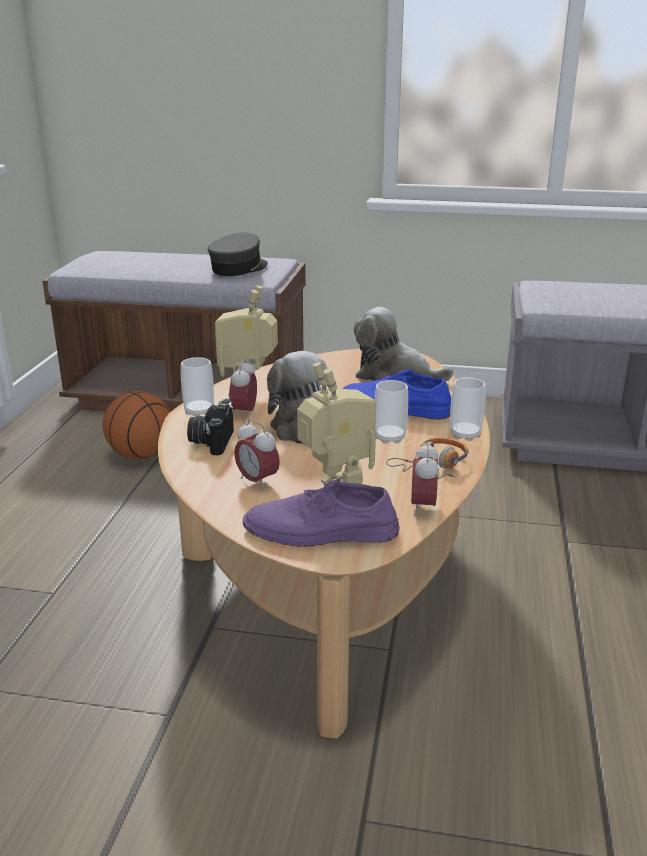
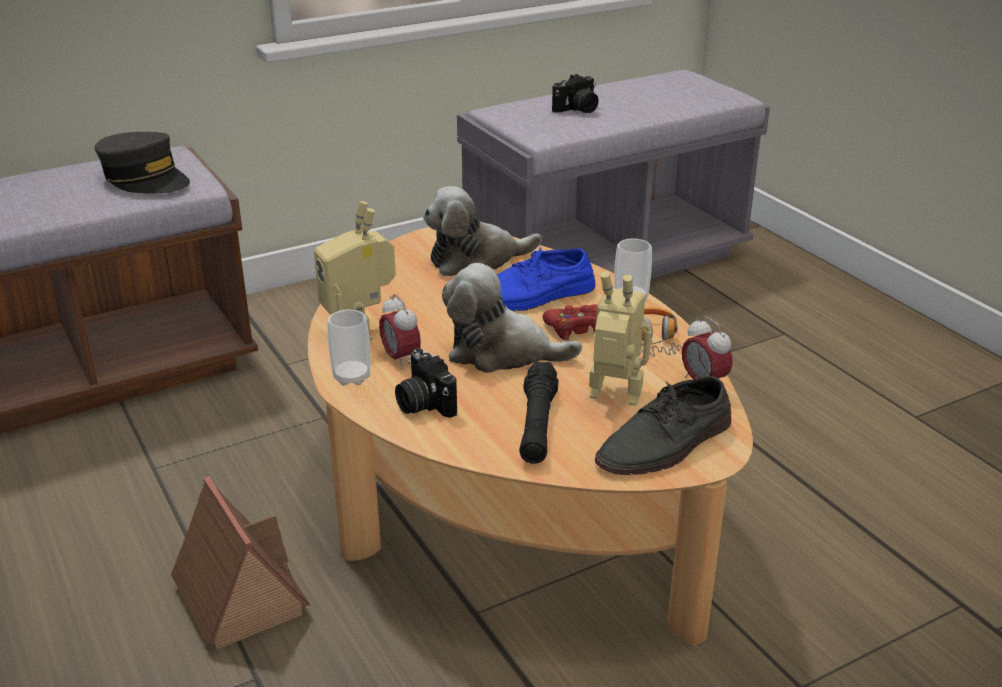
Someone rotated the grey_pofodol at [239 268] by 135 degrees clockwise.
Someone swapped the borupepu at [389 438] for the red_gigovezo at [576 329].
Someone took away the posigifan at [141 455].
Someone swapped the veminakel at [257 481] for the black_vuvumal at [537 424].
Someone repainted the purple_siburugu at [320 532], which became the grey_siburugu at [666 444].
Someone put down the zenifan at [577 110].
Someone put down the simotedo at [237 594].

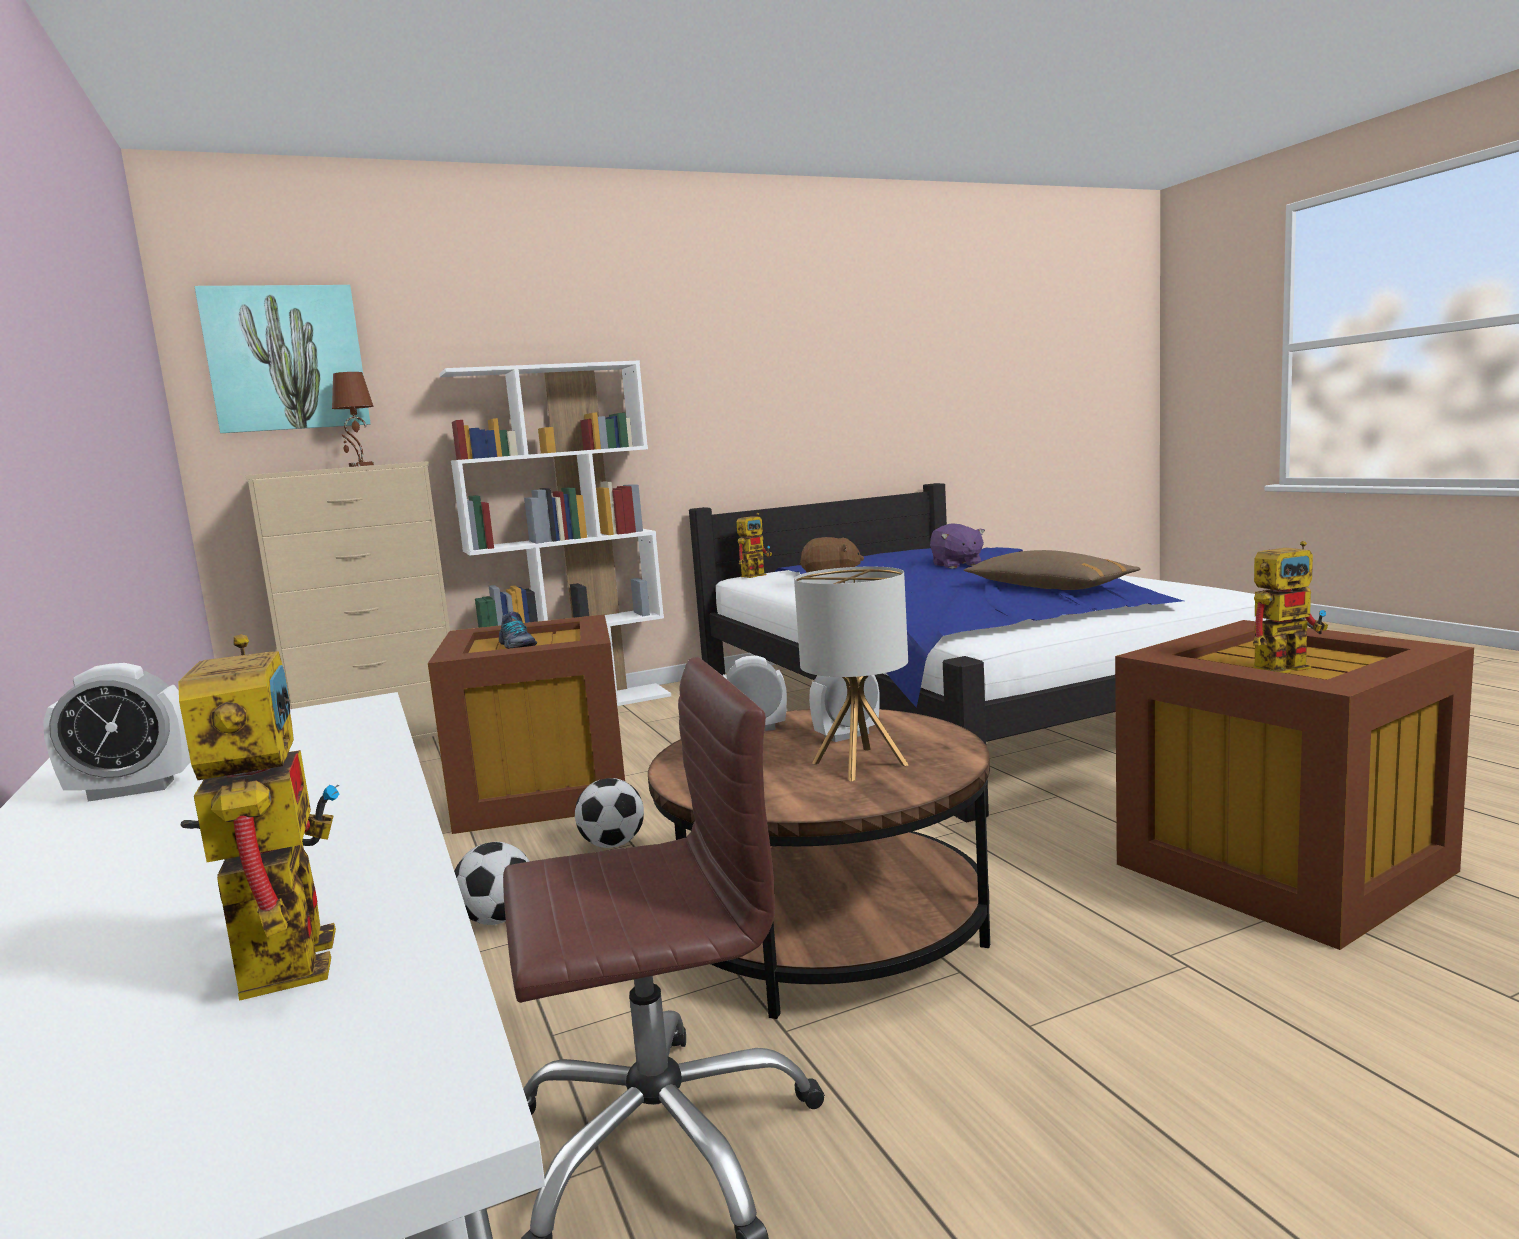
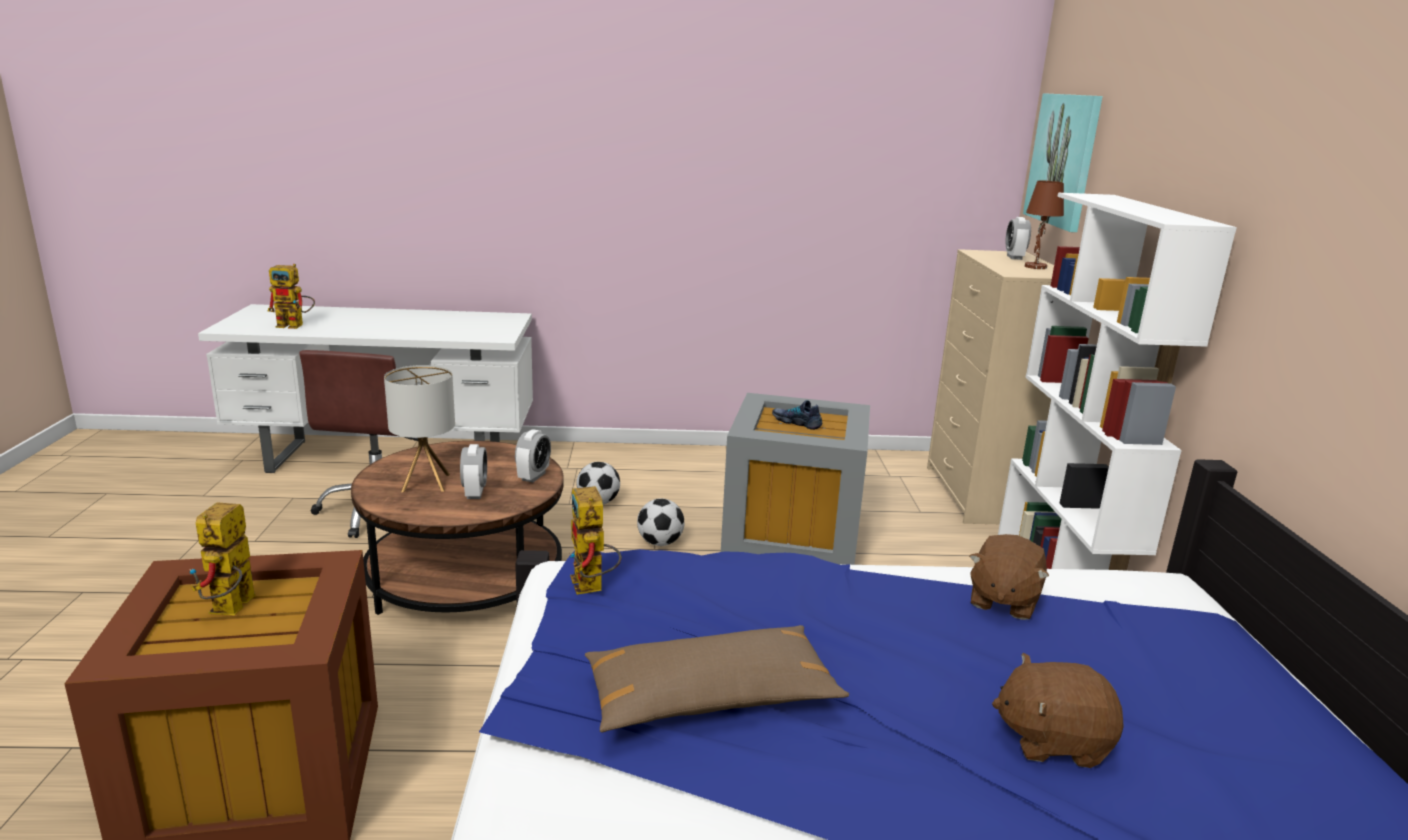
Someone carried the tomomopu from [756 575] to [592 588].
Someone repainted the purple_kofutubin at [956 565], which became the brown_kofutubin at [1052 740].
Someone rotated the siburugu at [517 646] by 45 degrees clockwise.
Someone repainted the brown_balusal at [546 790], which became the grey_balusal at [794 537].
Someone carried the veminakel from [132 790] to [1014 257].

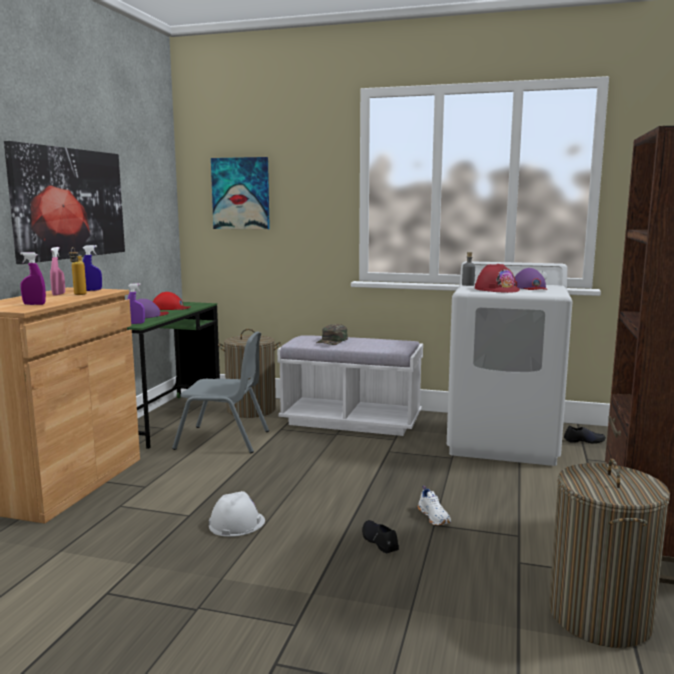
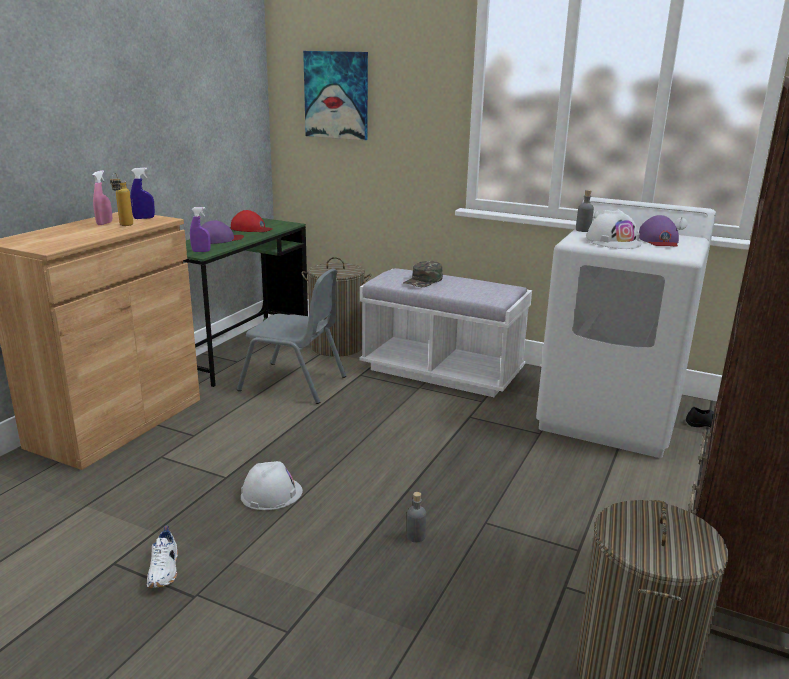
Someone took away the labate at [69 203].
Someone took away the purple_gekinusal at [34 304].
Someone repainted the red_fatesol at [496 289], which became the white_fatesol at [613 242].
Someone carried the white_siburugu from [434 517] to [165 570].
Someone swapped the black_siburugu at [379 541] for the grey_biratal at [415 536].

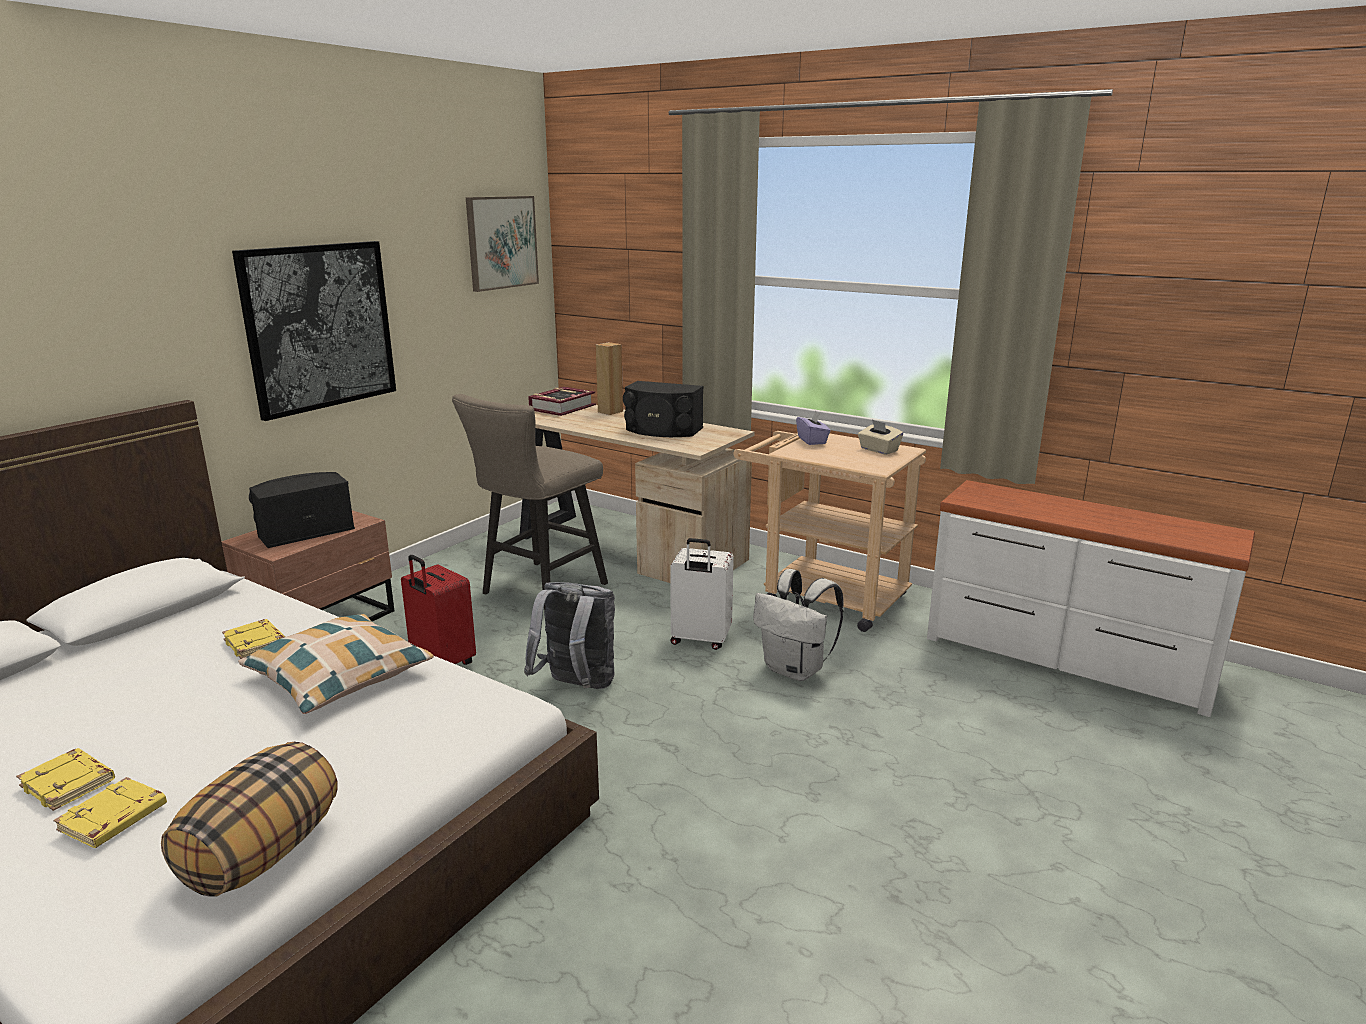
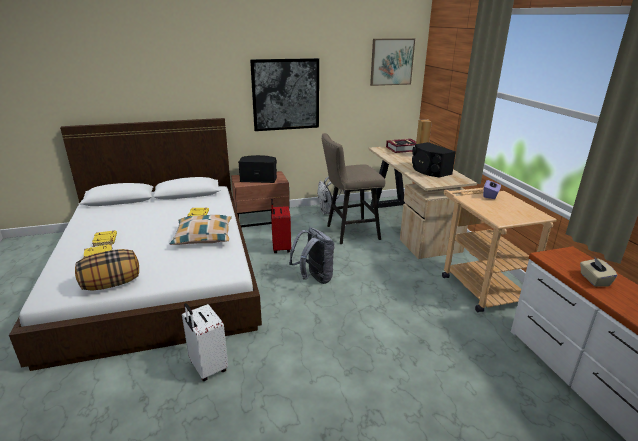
Someone carried the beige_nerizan from [878 450] to [594 280].
Someone carried the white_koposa from [700 640] to [207 367].
Someone carried the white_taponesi from [796 670] to [328 212].

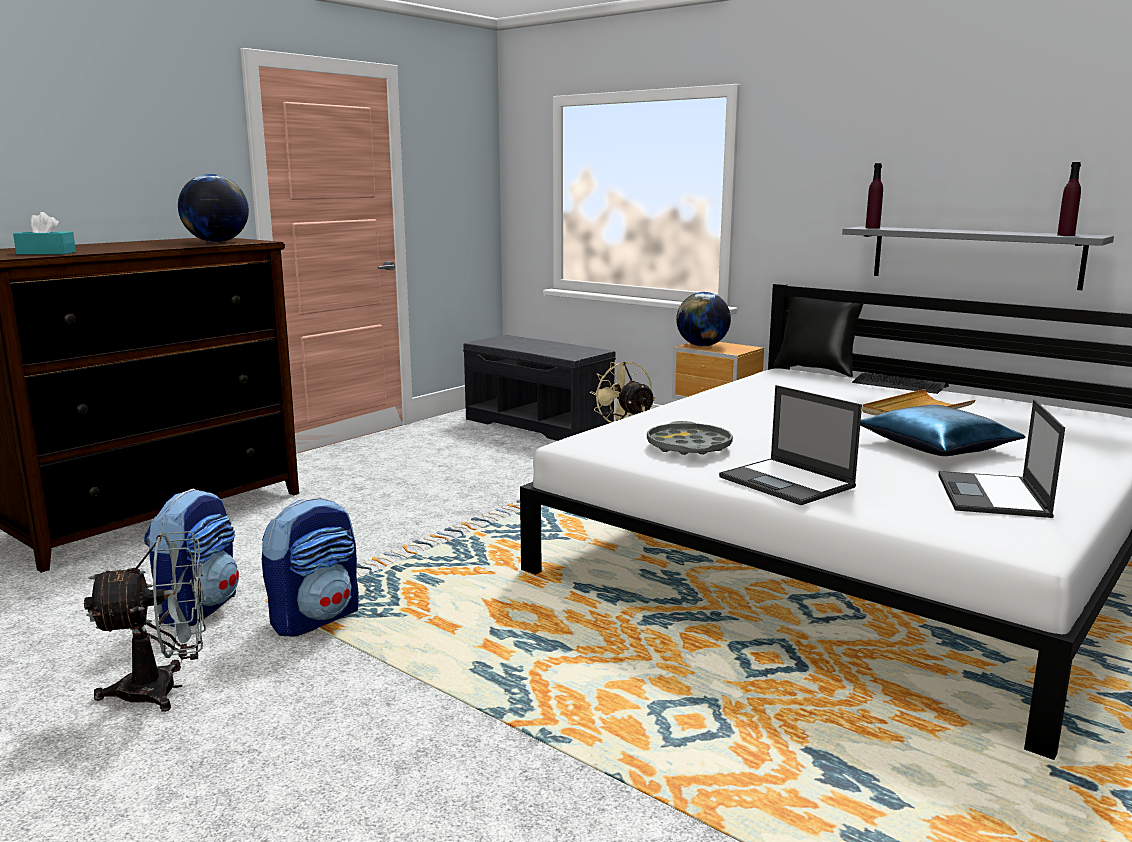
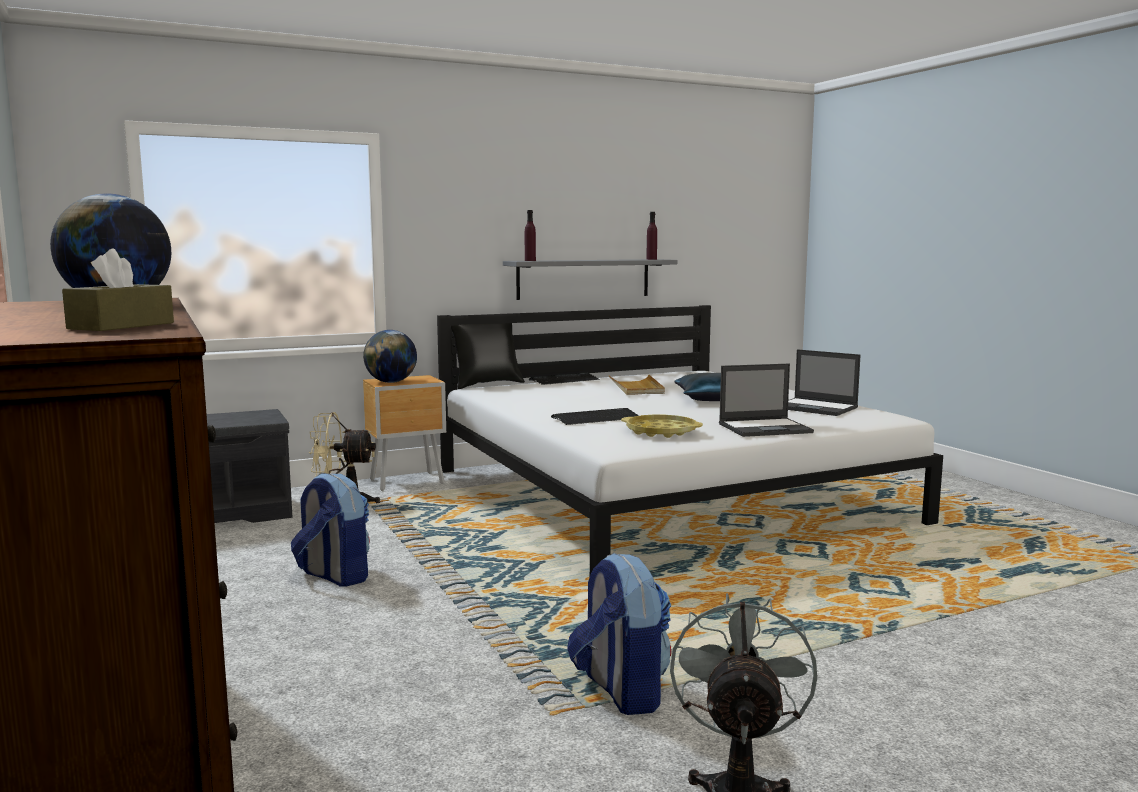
Someone repainted the turquoise_nerizan at [46 253], which became the brown_nerizan at [122 326].
Someone repainted the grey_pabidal at [688 446], which became the yellow_pabidal at [661 432].
Someone carried the taponesi from [199 608] to [334 576].
Someone put down the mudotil at [596 418].

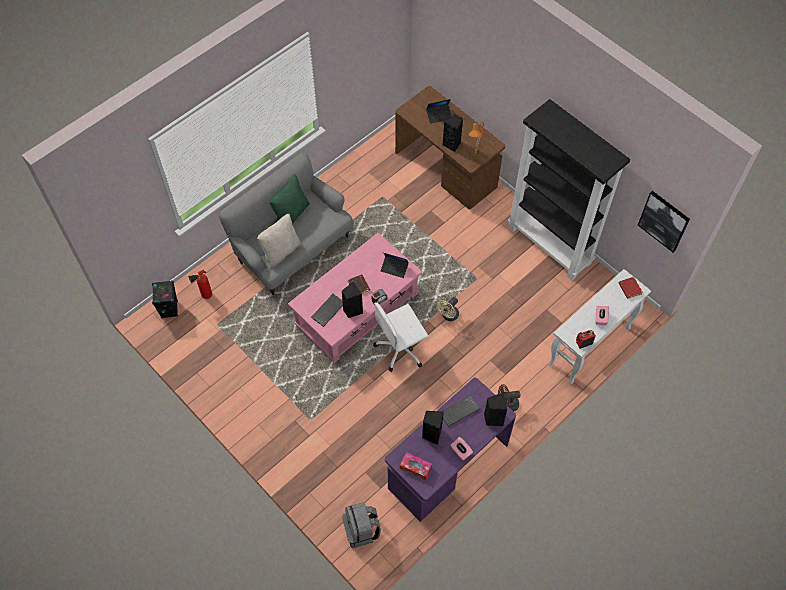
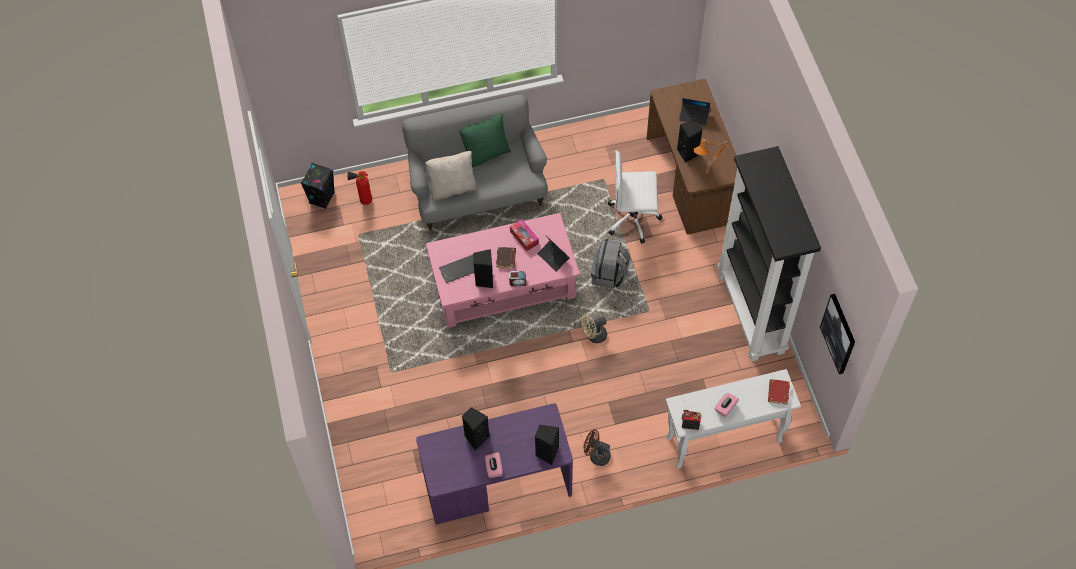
Someone carried the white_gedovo from [401 349] to [633 218].
Someone took away the mudotil at [459 412].
Someone carried the nerizan from [415 467] to [524 237].
Someone carried the grey_taponesi from [362 530] to [609 275].

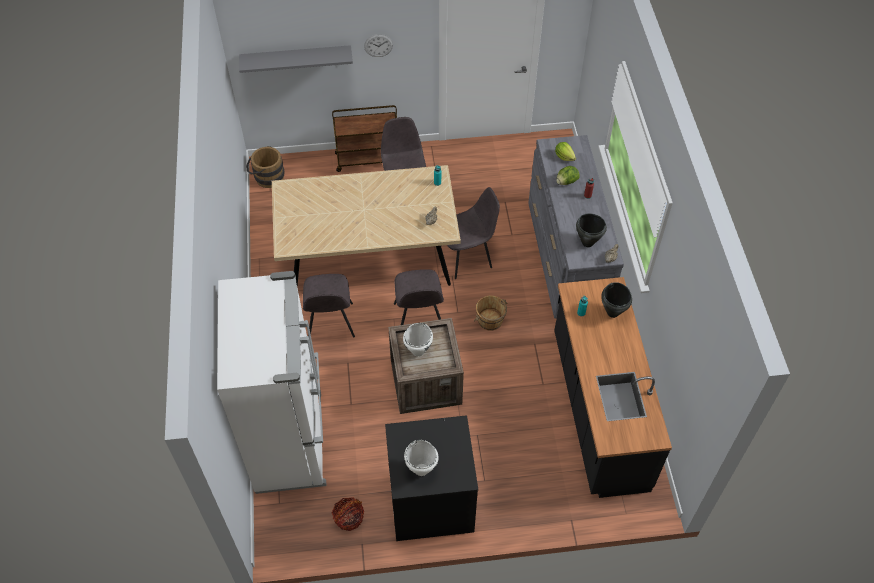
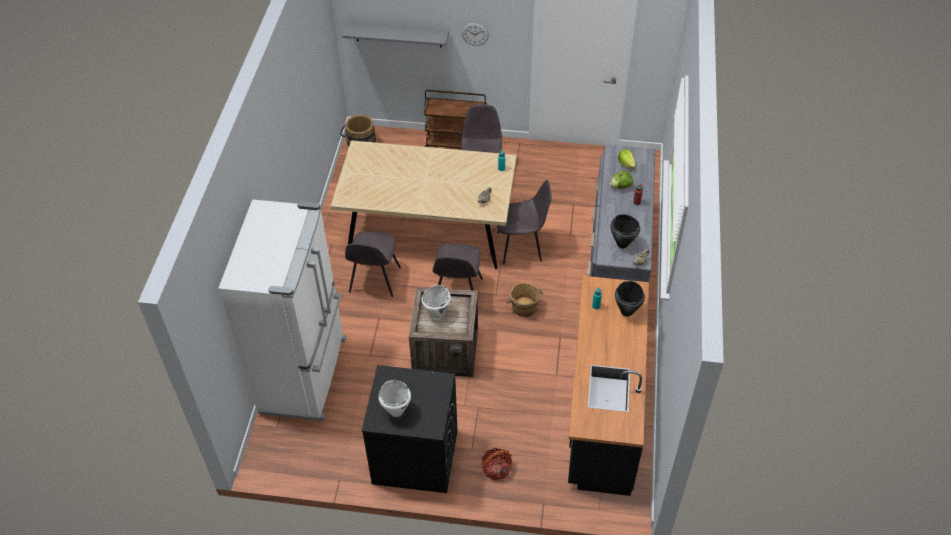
Someone carried the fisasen from [349 518] to [496 468].

